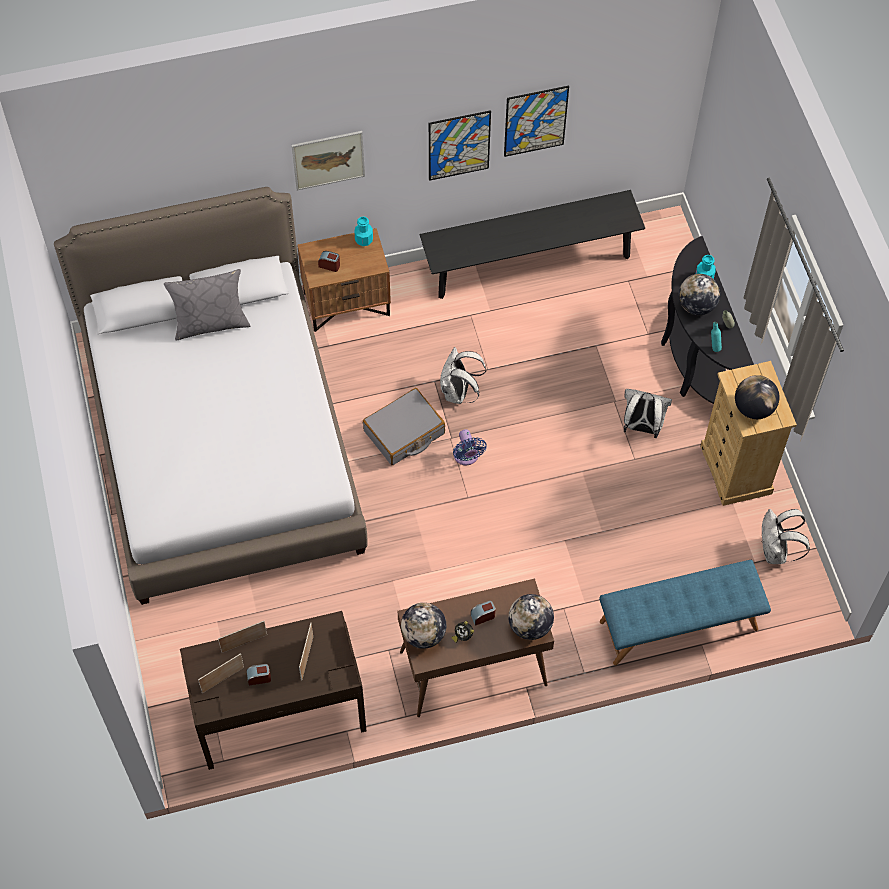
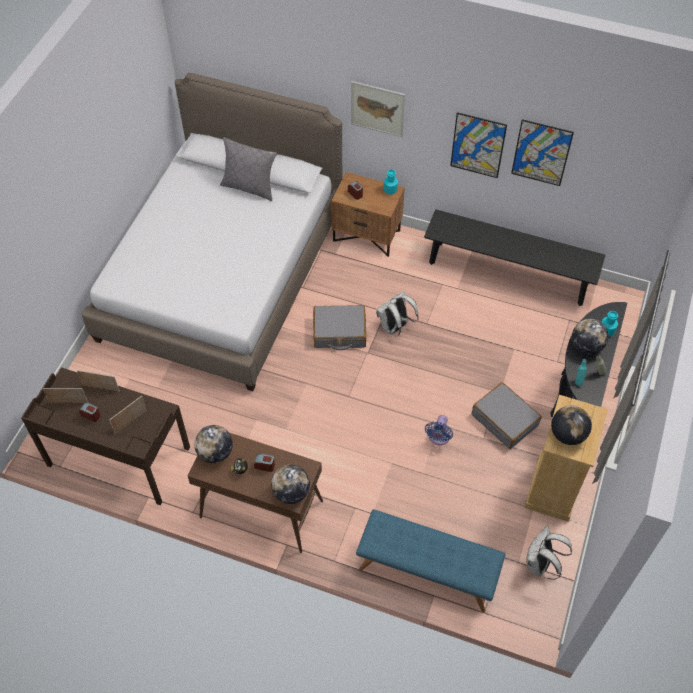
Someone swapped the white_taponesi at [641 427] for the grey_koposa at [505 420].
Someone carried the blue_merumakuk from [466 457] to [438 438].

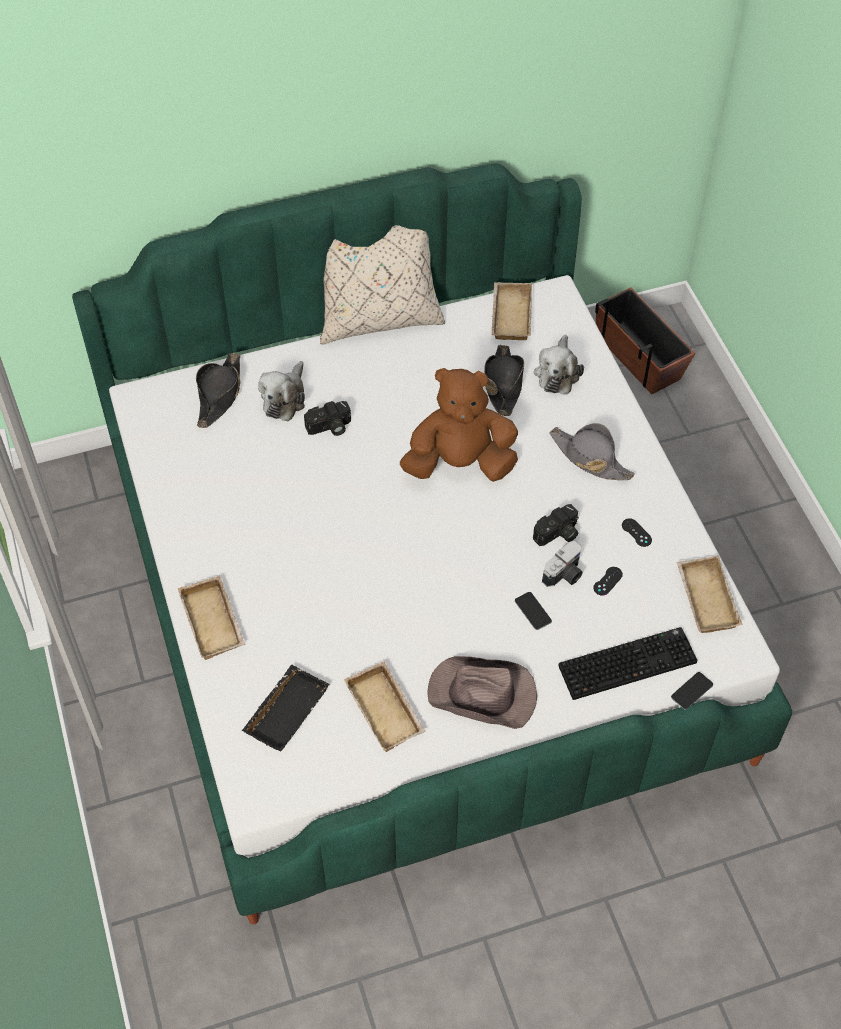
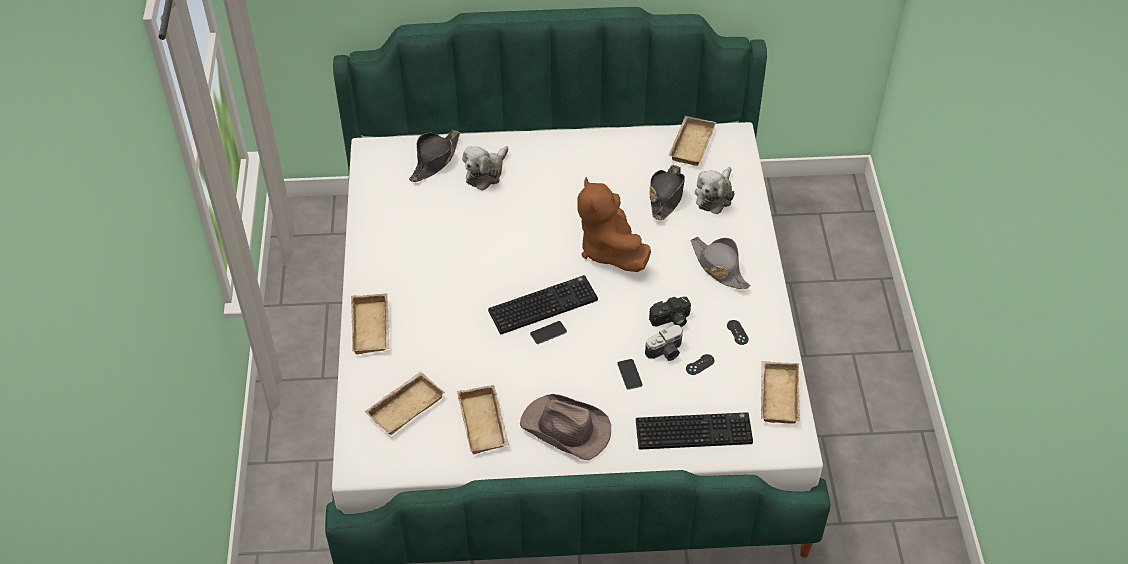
Someone took away the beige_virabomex at [378 319].
Someone took away the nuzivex at [638 356].
Someone rotated the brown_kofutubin at [460 463] by 120 degrees counterclockwise.
Someone took away the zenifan at [329 428].
Someone repainted the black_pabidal at [285 710], which became the beige_pabidal at [405 405].
Someone carried the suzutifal from [692 691] to [548 333].
Someone put down the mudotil at [543 304].

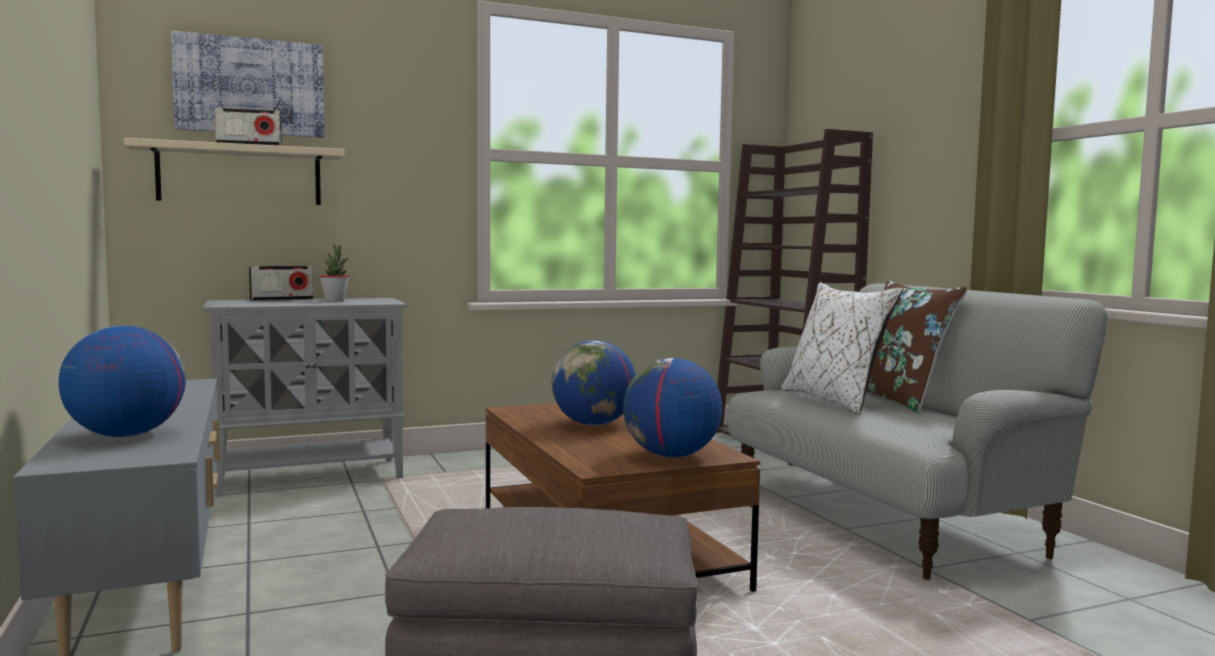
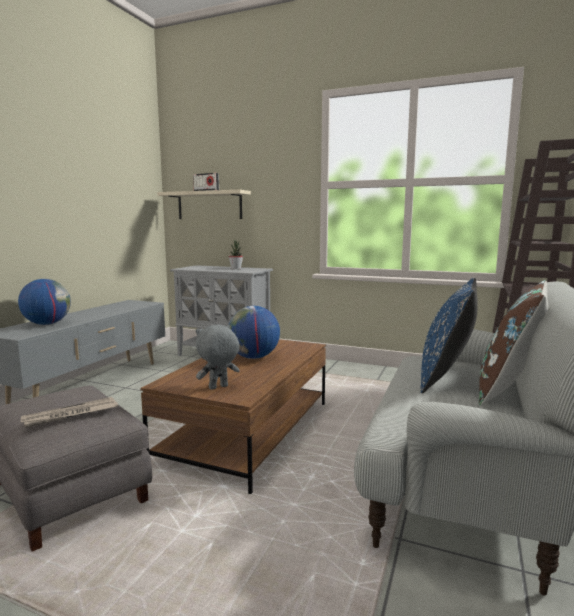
Someone took away the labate at [250 86].
Someone took away the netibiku at [282 299].
Someone repainted the white_virabomex at [835 401], which became the blue_virabomex at [446 377].
Someone swapped the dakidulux at [671 456] for the grey_kofutubin at [218 387].
Someone put down the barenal at [70 415].

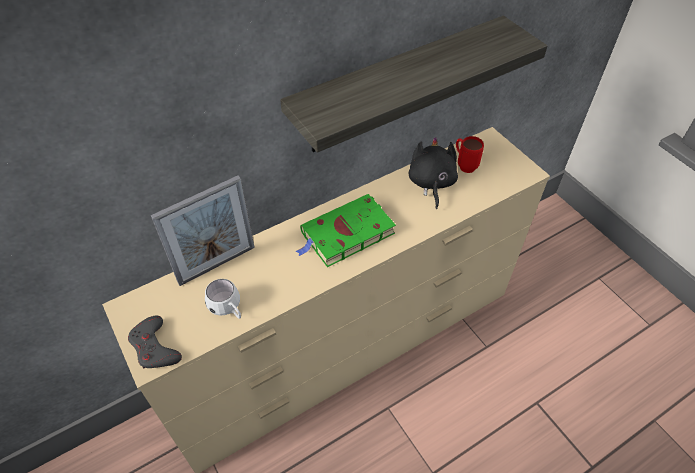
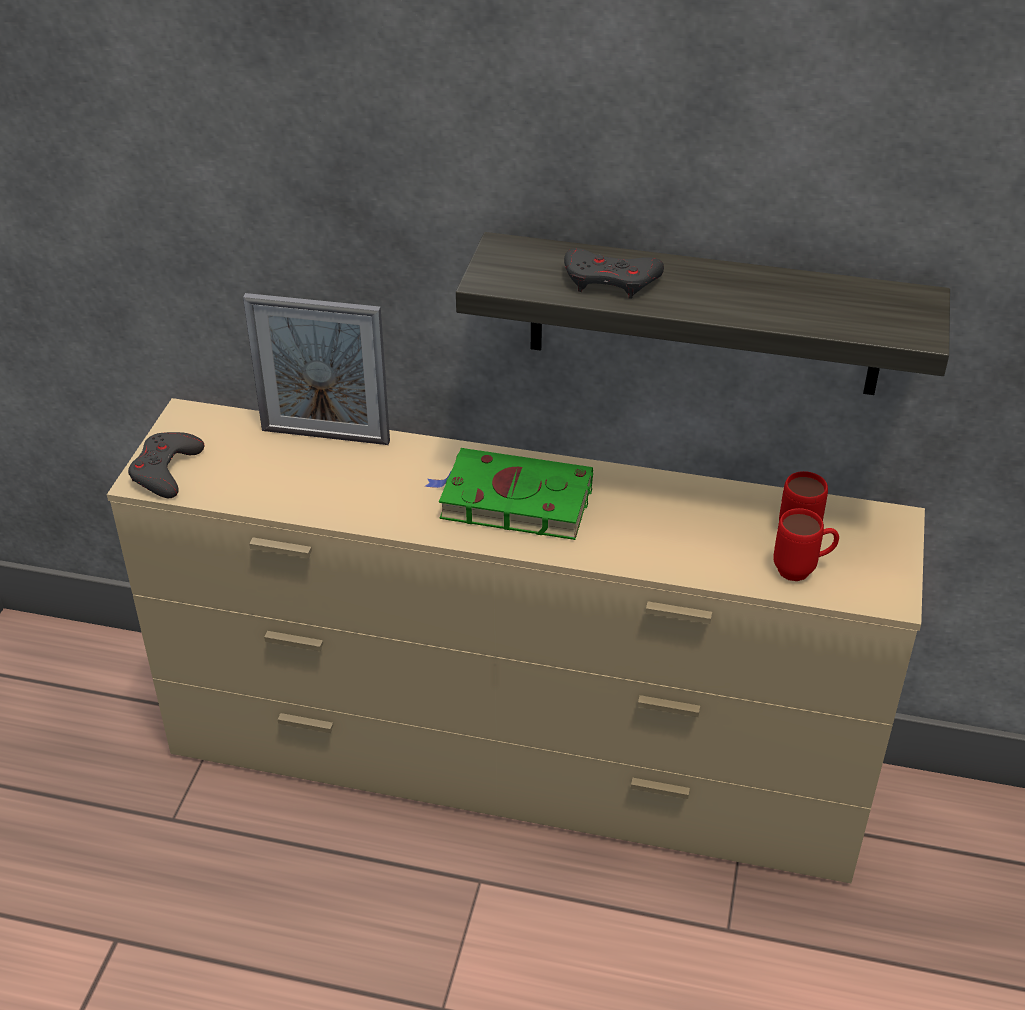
Someone took away the black_kofutubin at [431 183].
Someone took away the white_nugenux at [228 310].
Someone put down the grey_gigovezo at [611 280].
Someone put down the red_nugenux at [802 570].

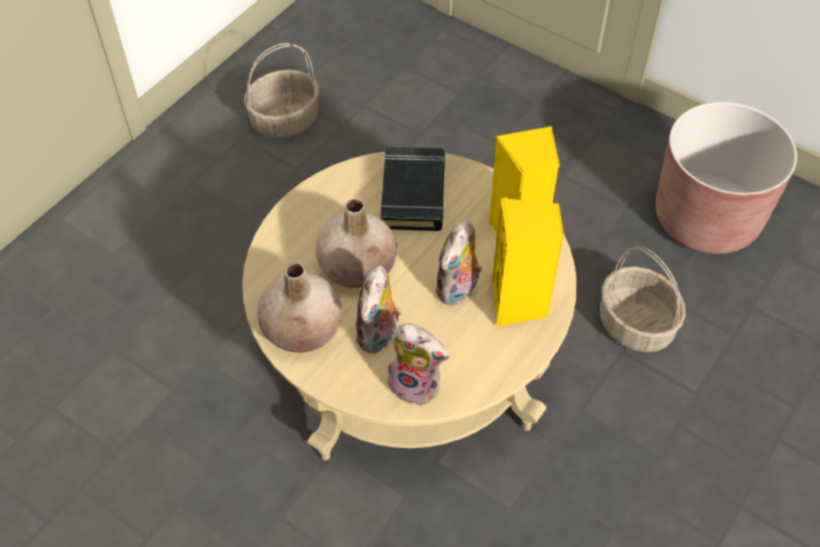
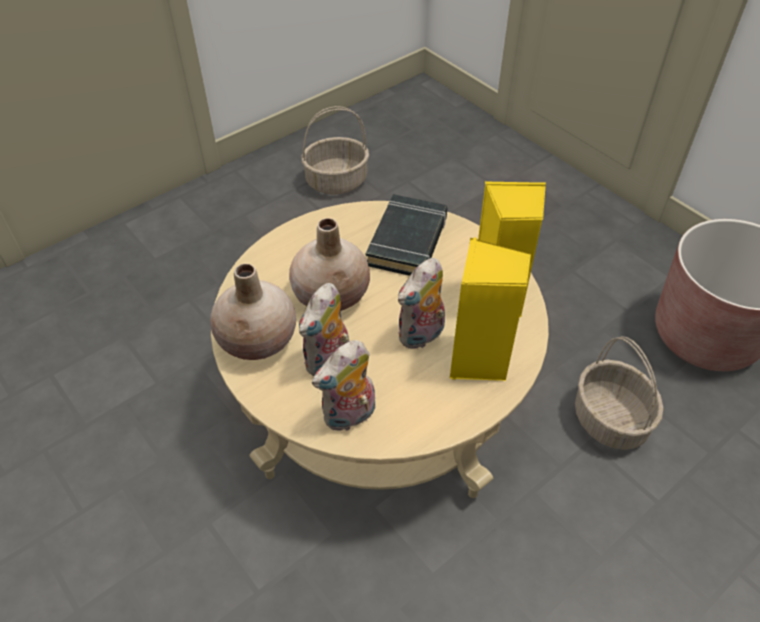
Someone rotated the kofutubin at [417 384] by 105 degrees clockwise.

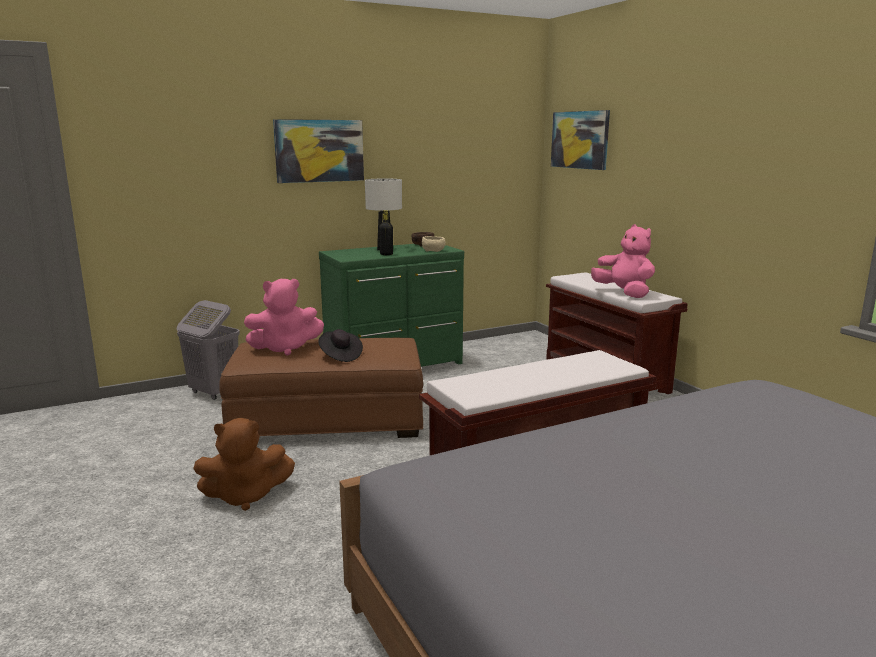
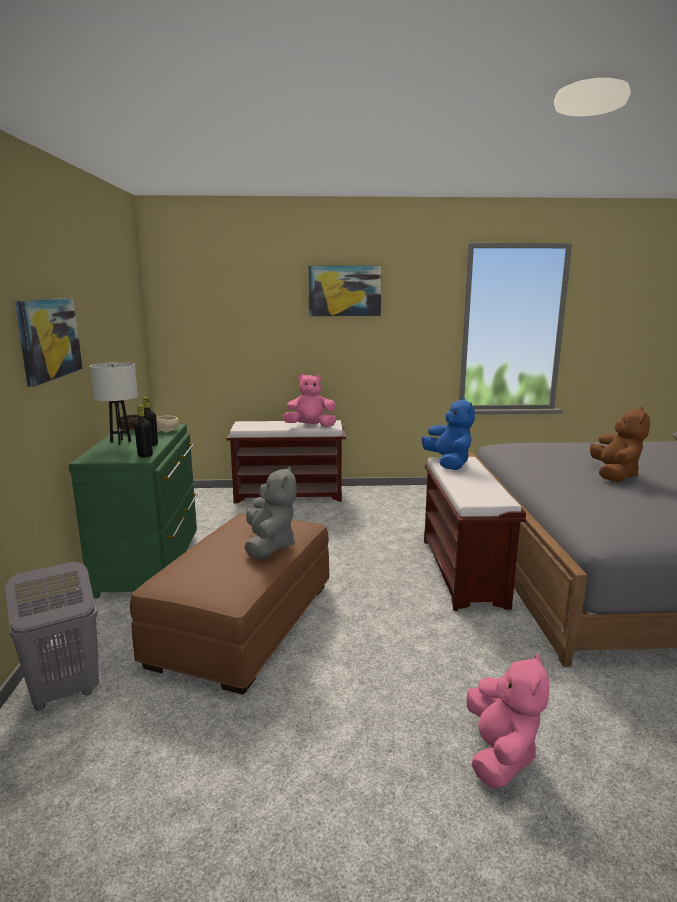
Someone carried the labate from [580 140] to [344 291].
Someone carried the pink_kofutubin from [285 348] to [500 754].
Someone swapped the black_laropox at [340 356] for the grey_kofutubin at [269 546].
Someone carried the brown_kofutubin from [245 496] to [614 475].
Someone put down the blue_kofutubin at [448 463].
Someone put down the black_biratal at [145 455].

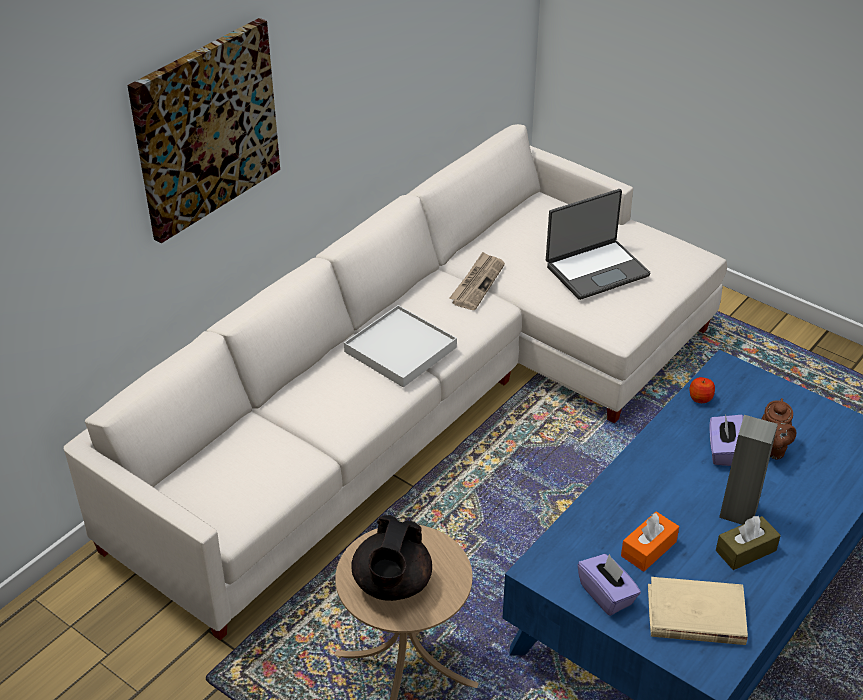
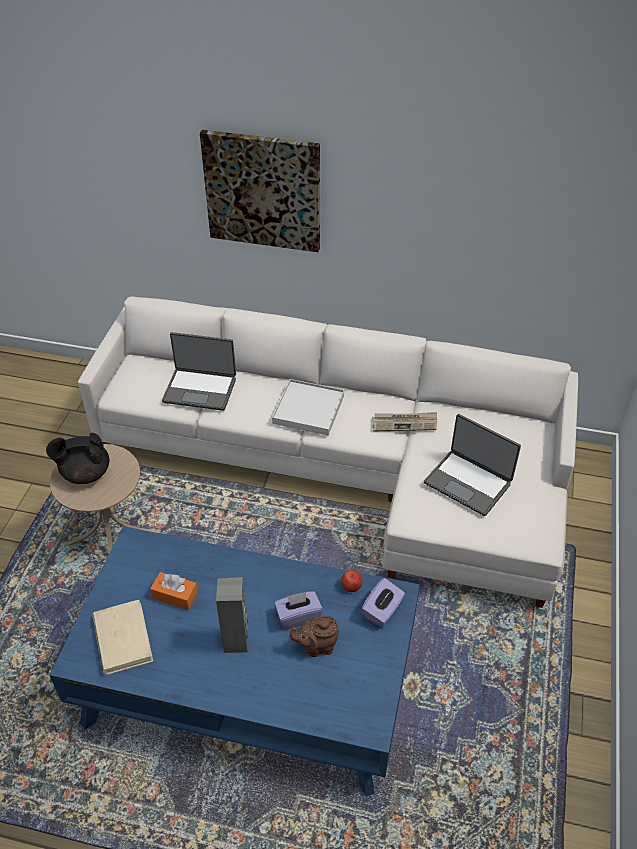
Someone took away the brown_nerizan at [746 550].
Someone carried the purple_nerizan from [607 594] to [382 611].
Someone put down the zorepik at [200 389].

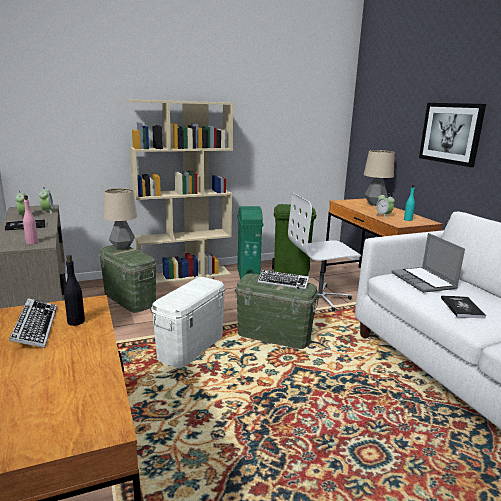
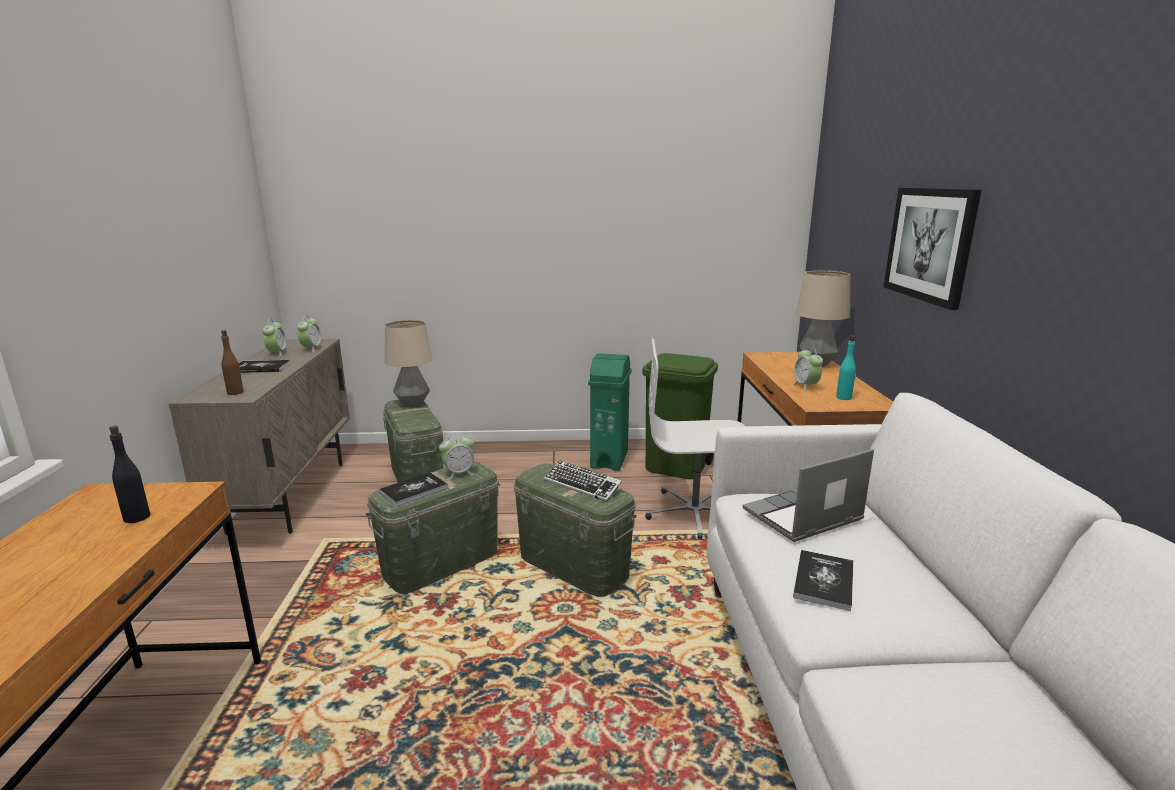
Someone took away the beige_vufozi at [185 275].
Someone repainted the pink_biratal at [32 242], which became the brown_biratal at [235 392].
Someone rotated the zorepik at [424 281] by 60 degrees clockwise.
Someone repainted the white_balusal at [191 346], which became the green_balusal at [441 563].
Someone took away the mudotil at [35 327].
Someone put down the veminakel at [459 474].
Someone put down the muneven at [414 490].

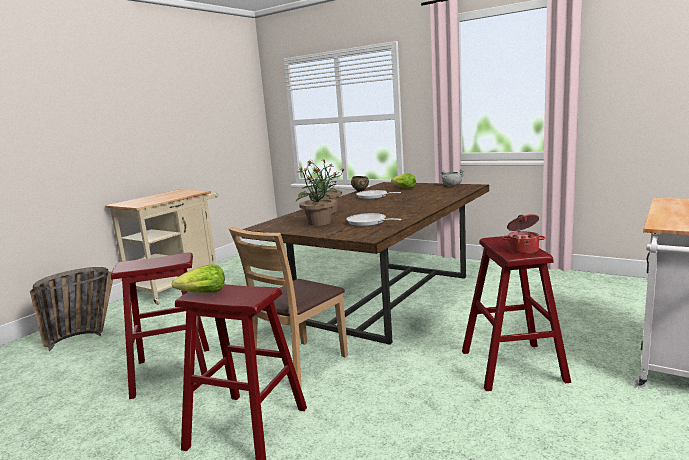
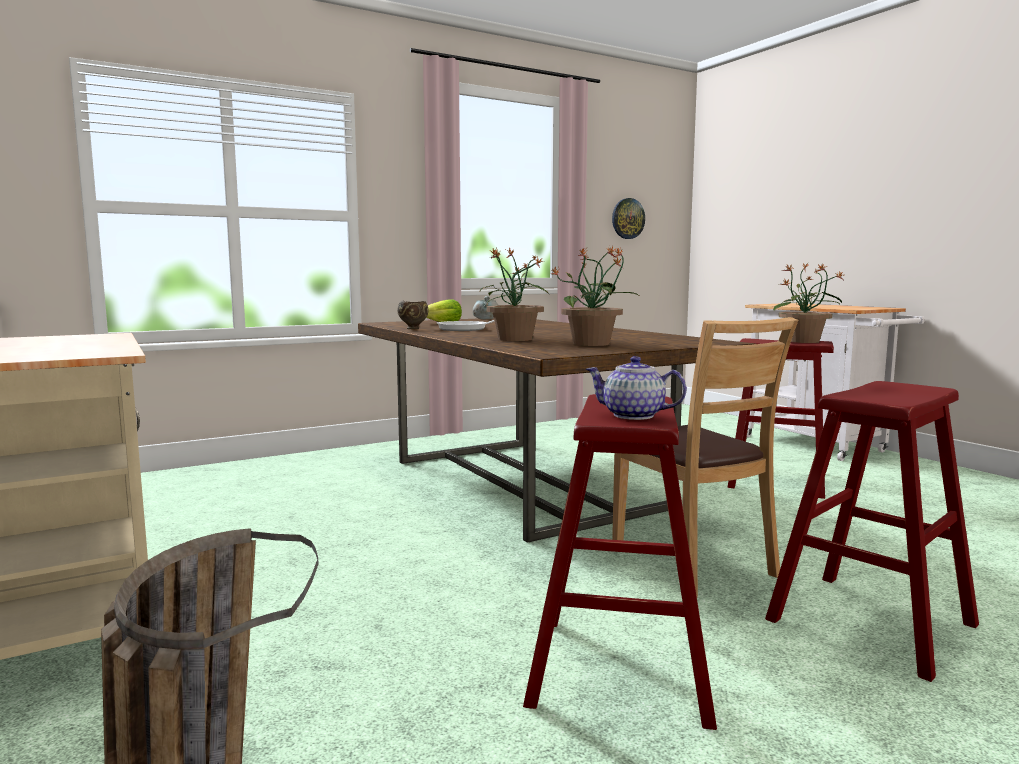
Someone took away the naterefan at [369 223].
Someone swapped the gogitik at [523 250] for the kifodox at [804 341].
Someone took away the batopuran at [203 293].
Someone put up the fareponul at [627 218].
Someone put down the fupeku at [634 415].

